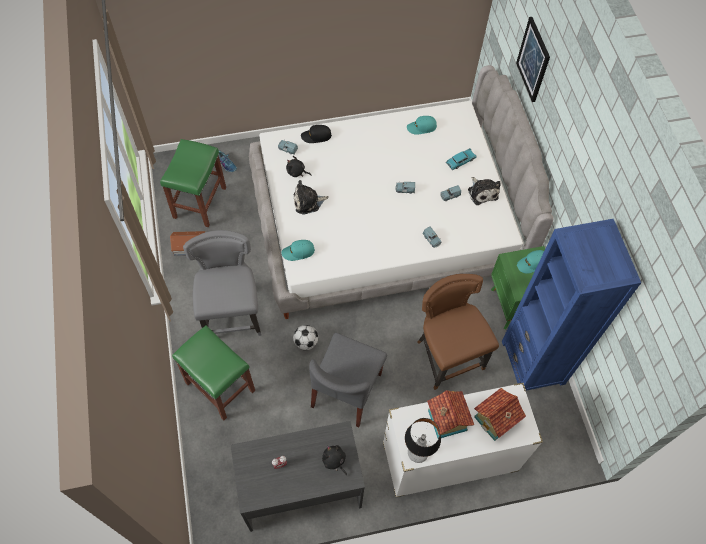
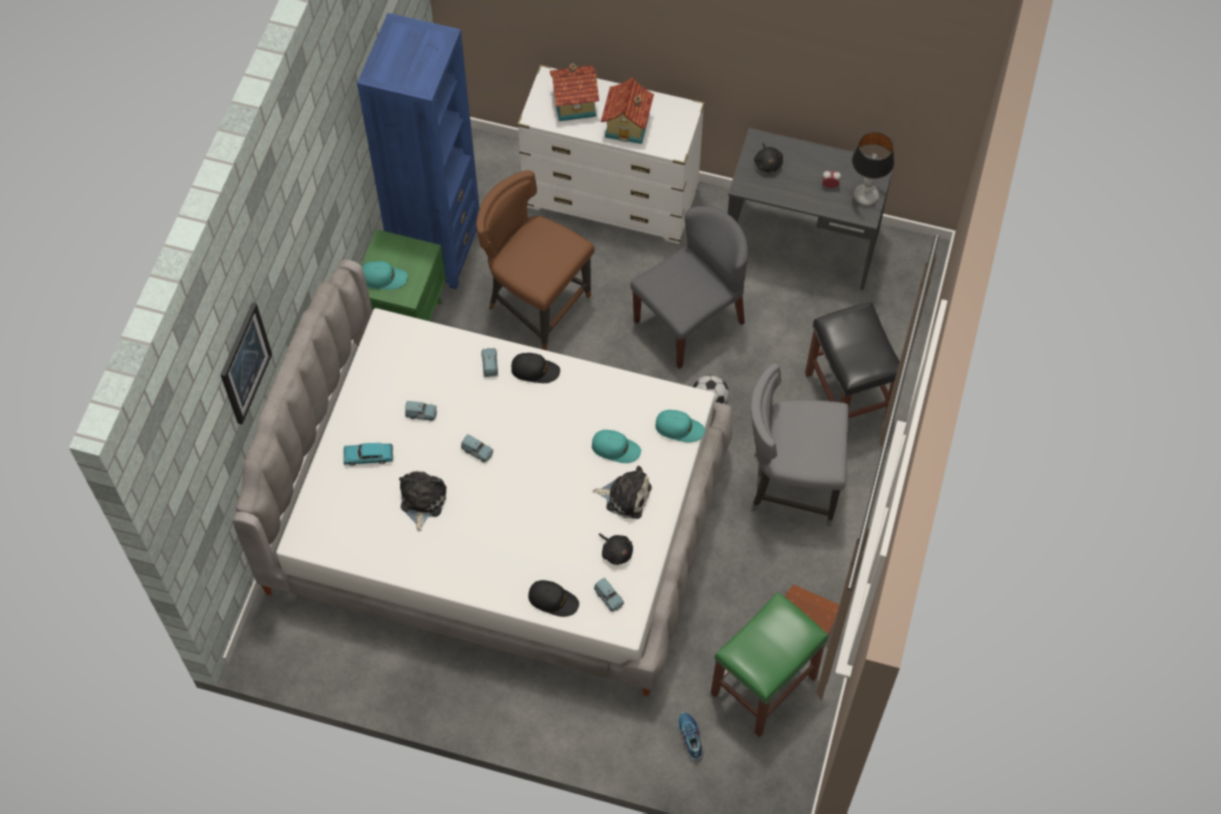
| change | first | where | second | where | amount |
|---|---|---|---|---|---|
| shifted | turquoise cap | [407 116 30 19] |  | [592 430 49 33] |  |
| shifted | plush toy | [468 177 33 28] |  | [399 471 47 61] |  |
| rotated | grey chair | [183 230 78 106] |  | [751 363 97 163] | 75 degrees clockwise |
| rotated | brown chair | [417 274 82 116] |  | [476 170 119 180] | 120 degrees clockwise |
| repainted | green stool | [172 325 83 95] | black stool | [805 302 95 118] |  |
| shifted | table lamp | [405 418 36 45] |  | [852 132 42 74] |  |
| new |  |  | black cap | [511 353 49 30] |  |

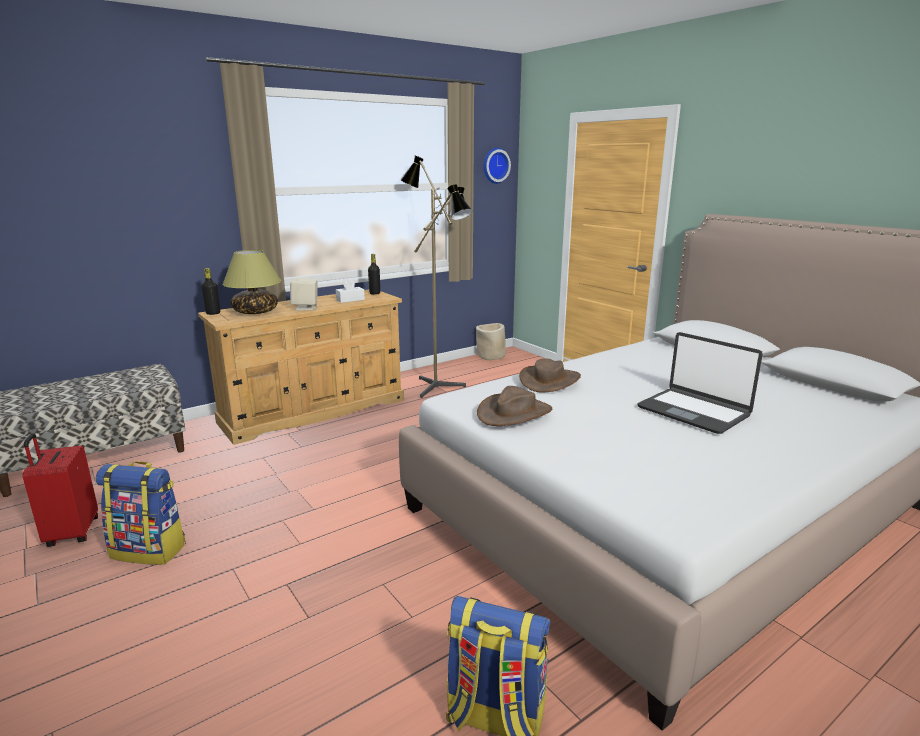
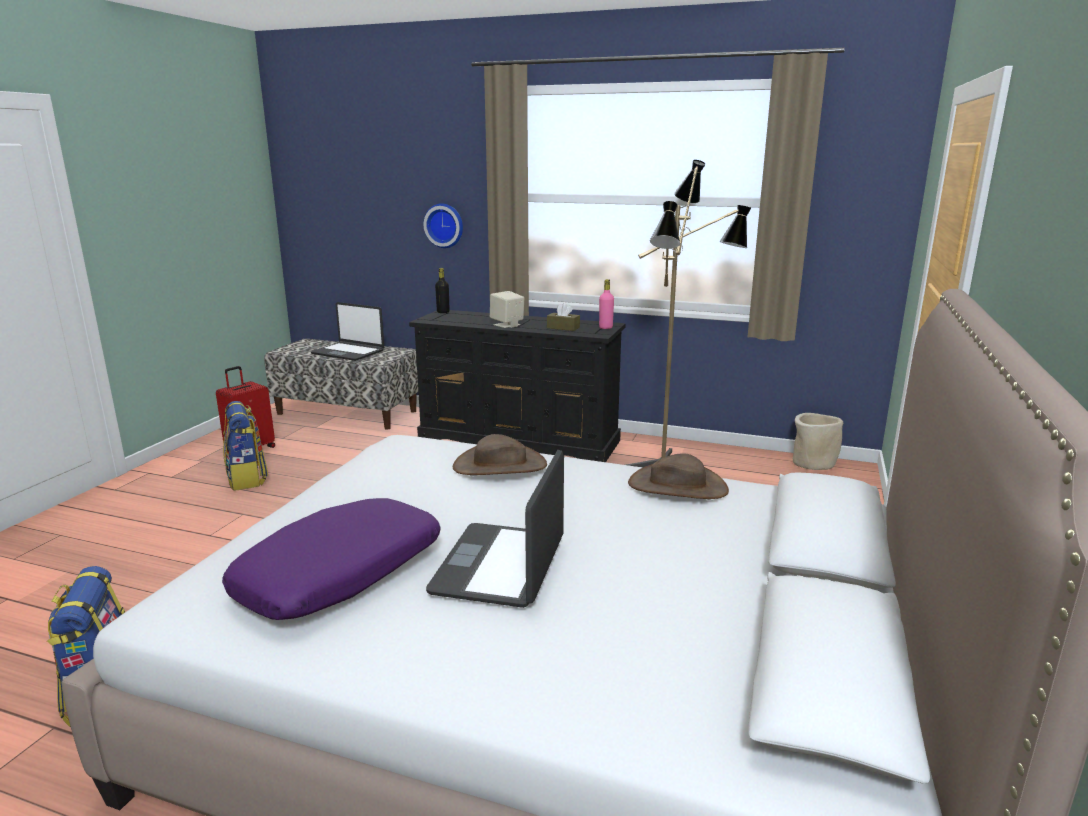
| change | first | where | second | where | amount |
|---|---|---|---|---|---|
| shifted | wall clock | [483 148 28 36] |  | [424 203 39 45] |  |
| gone | table lamp | [223 250 58 64] |  |  |  |
| repainted | black bottle | [368 254 12 41] | pink bottle | [599 279 15 50] |  |
| repainted | white tissue box | [336 278 29 25] | brown tissue box | [547 303 33 28] |  |
| repainted | beige dresser | [198 290 206 155] | black dresser | [409 310 217 152] |  |
| shifted | brown hat | [477 386 75 40] |  | [628 454 101 45] |  |
| new |  |  | laptop | [311 302 73 59] |  |
| new |  |  | purple pillow | [222 498 219 122] |  |

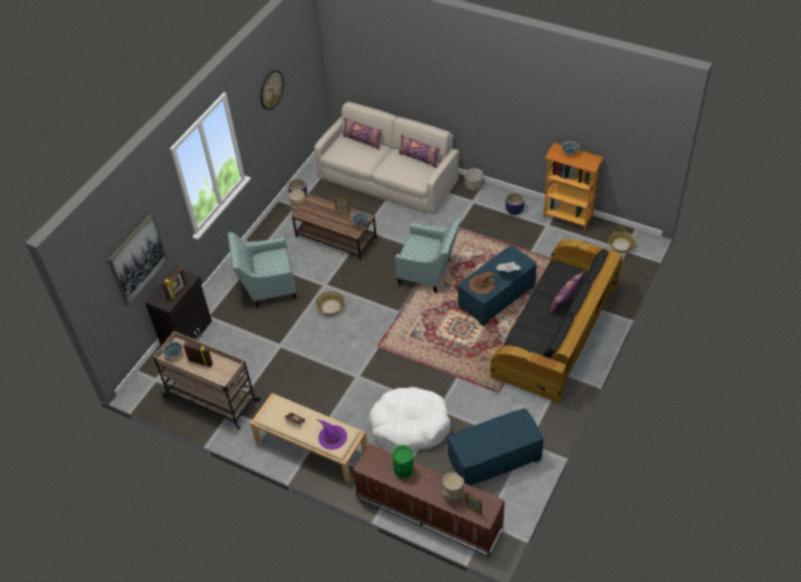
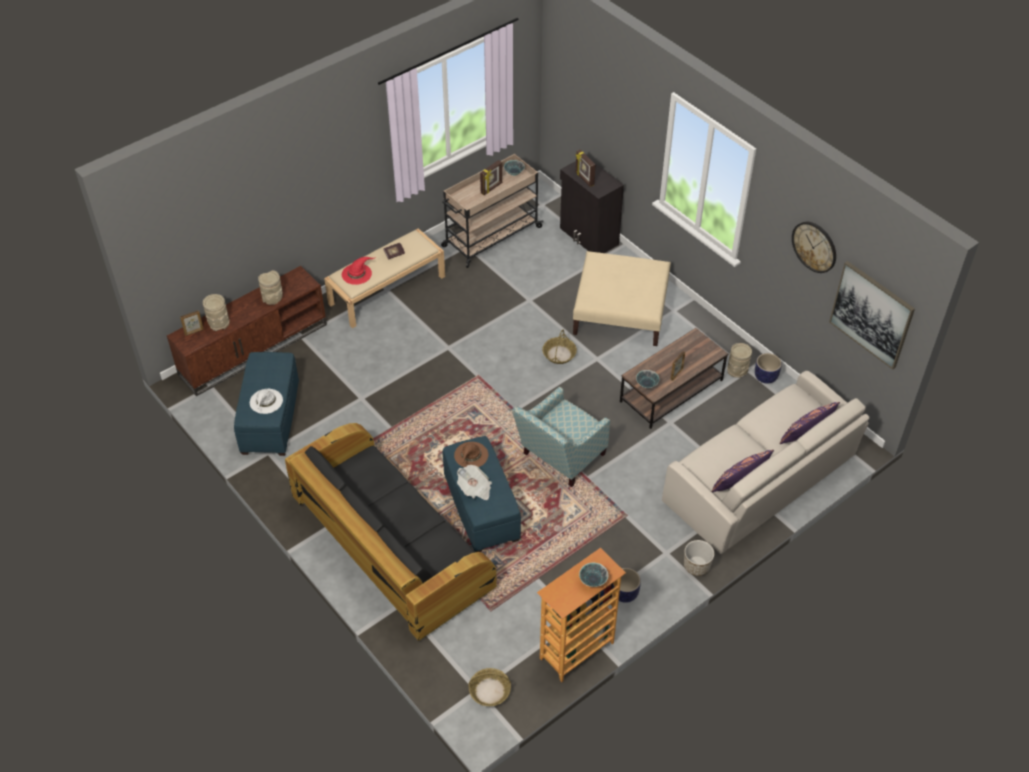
| change | first | where | second | where | amount |
|---|---|---|---|---|---|
| shifted | picture | [108 214 60 92] |  | [829 261 86 109] |  |
| swapped | armchair | [227 232 69 76] | beige ottoman | [573 251 98 95] |  |
| gone | purple pillow | [550 271 35 43] |  |  |  |
| gone | white dog bed | [368 387 83 64] |  |  |  |
| repainted | purple hat | [317 419 30 31] | red hat | [342 257 34 28] |  |
| repainted | green vase | [392 445 22 33] | beige vase | [258 270 25 35] |  |
| new |  |  | white hat | [250 389 33 25] |  |

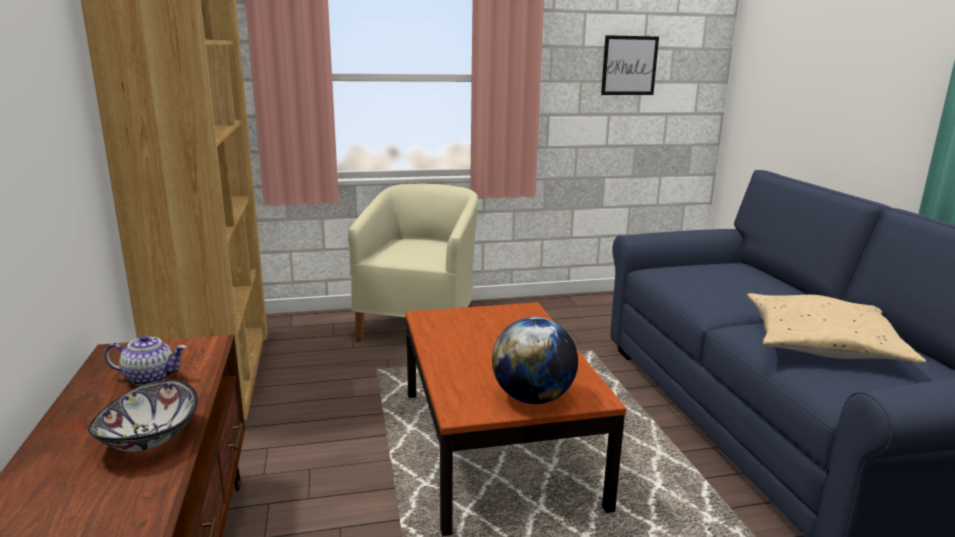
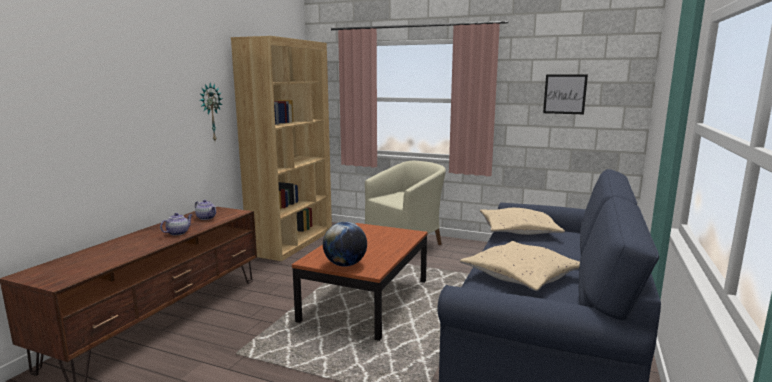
| change | first | where | second | where | amount |
|---|---|---|---|---|---|
| swapped | bowl | [88 380 110 72] | teapot | [160 213 33 23] |  |
| new |  |  | wall clock | [199 83 23 58] |  |
| new |  |  | beige pillow | [480 208 85 27] |  |

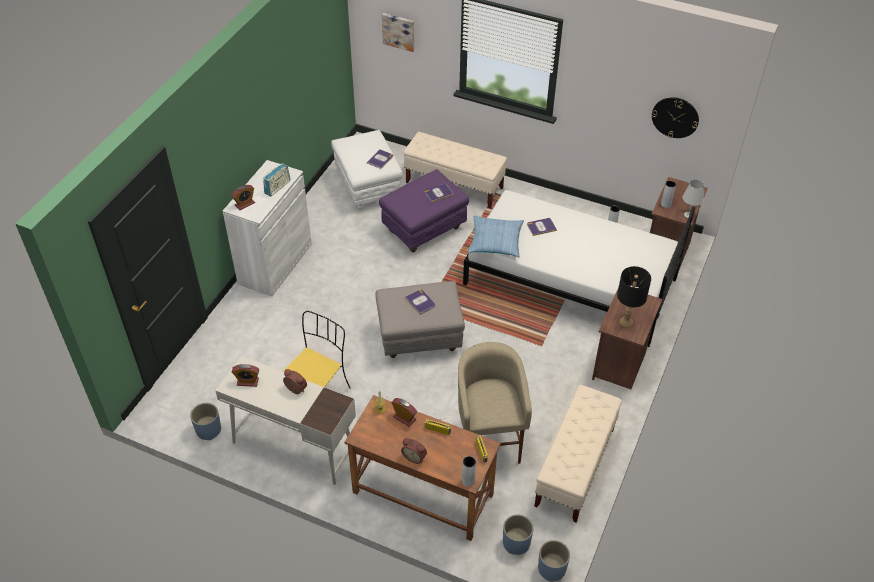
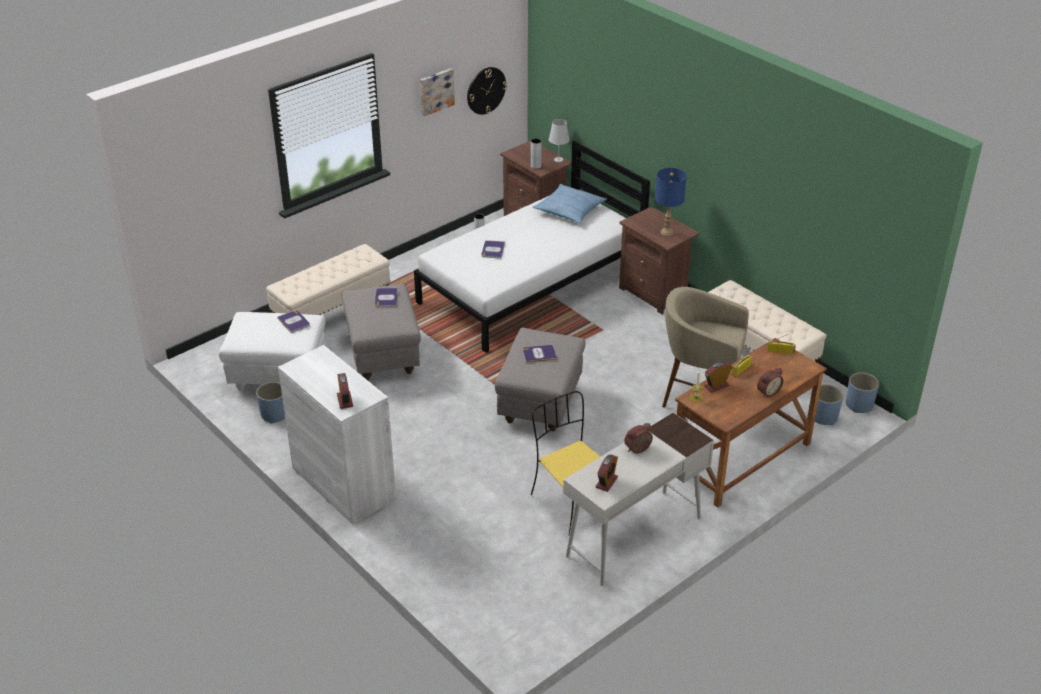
| change | first | where | second | where | amount |
|---|---|---|---|---|---|
| shifted | picture | [382 13 32 39] |  | [420 68 35 48] |  |
| gone | radio | [263 163 27 34] |  |  |  |
| repainted | purple ottoman | [379 169 90 83] | grey ottoman | [342 284 79 96] |  |
| shifted | pillow | [468 215 56 43] |  | [532 184 75 40] |  |
| repainted | black table lamp | [617 266 34 61] | blue table lamp | [655 168 32 68] |  |
| shifted | blue planter | [190 403 31 37] |  | [256 382 29 41] |  |
| gone | grey vase | [462 456 14 31] |  |  |  |

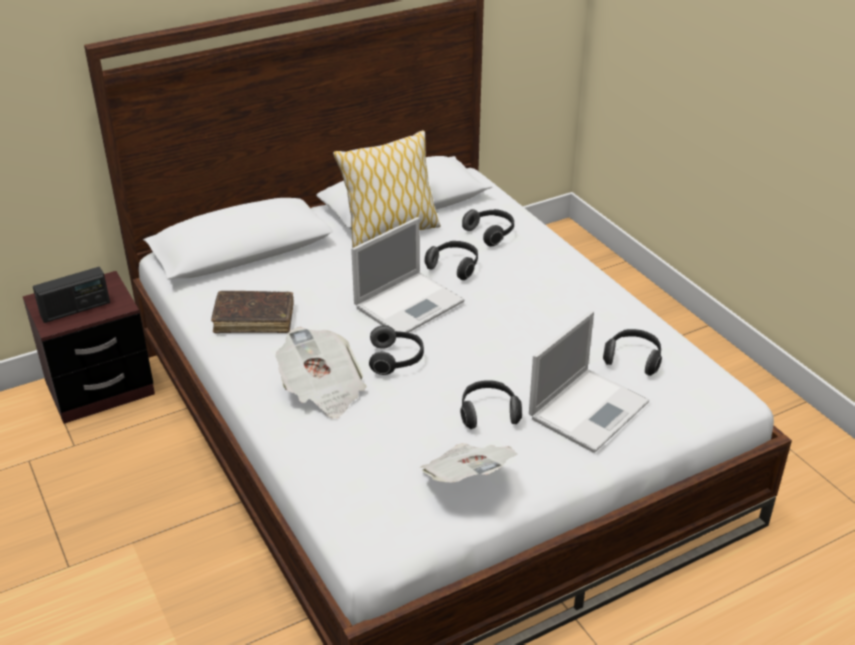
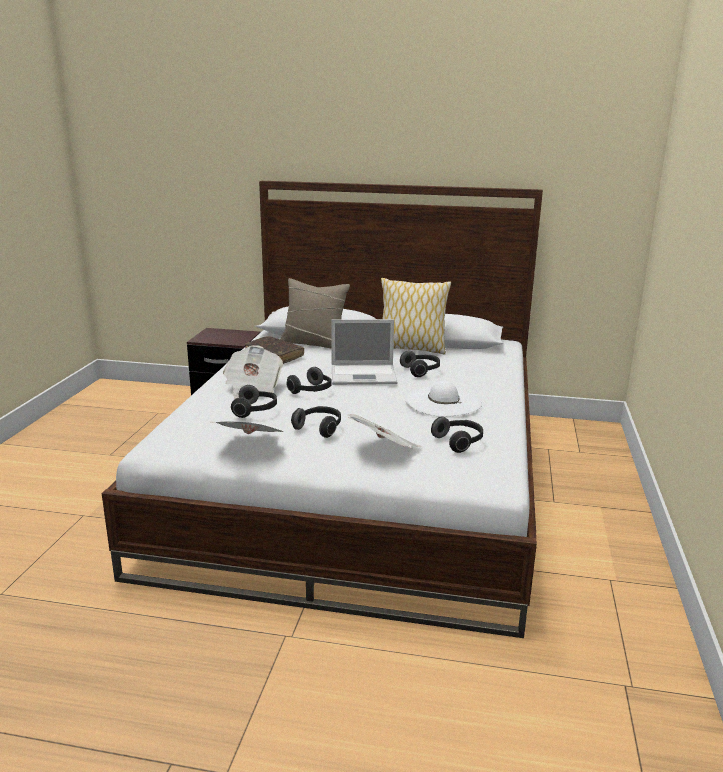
| change | first | where | second | where | amount |
|---|---|---|---|---|---|
| shifted | headphones | [462 209 52 37] |  | [231 385 46 33] |  |
| gone | radio | [33 267 77 56] |  |  |  |
| swapped | laptop | [529 311 120 142] | newspaper | [348 414 74 34] |  |
| new |  |  | beige pillow | [280 278 70 71] |  |
| new |  |  | white hat | [405 380 77 37] |  |

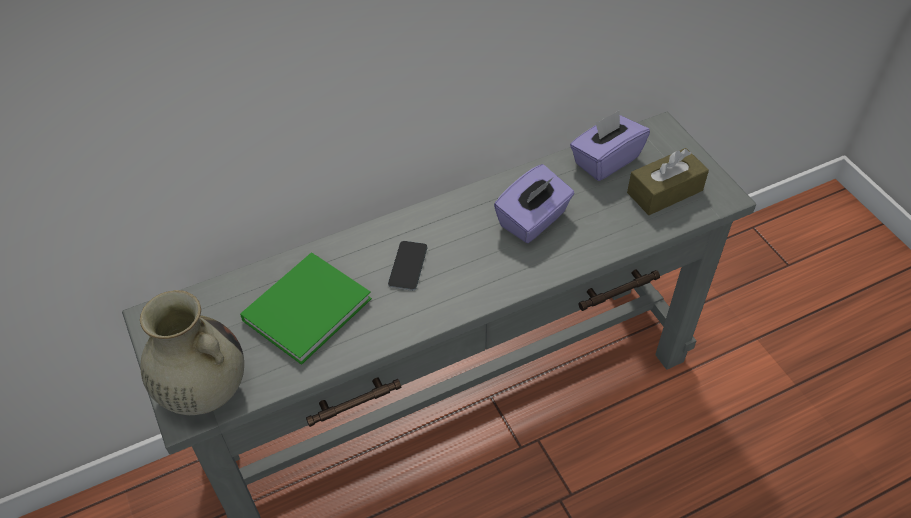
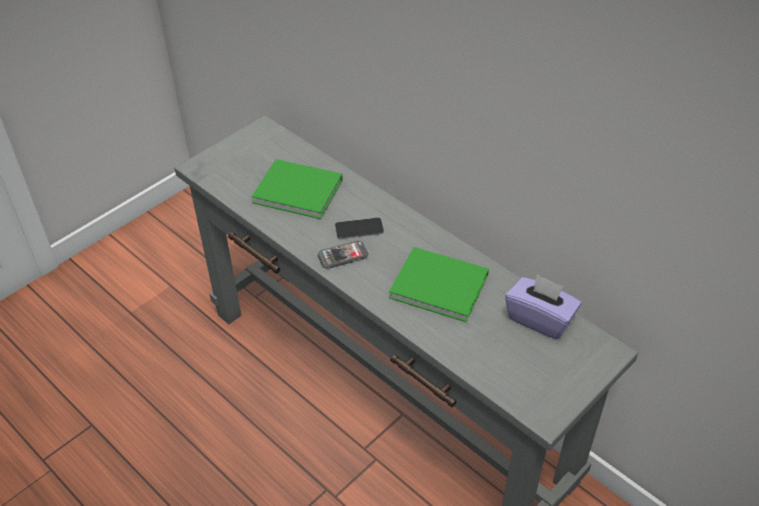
| change | first | where | second | where | amount |
|---|---|---|---|---|---|
| gone | brown tissue box | [627 148 82 67] |  |  |  |
| swapped | purple tissue box | [494 164 80 79] | green book | [389 247 100 75] |  |
| gone | beige vase | [140 290 104 125] |  |  |  |
| new |  |  | phone | [318 241 50 28] |  |

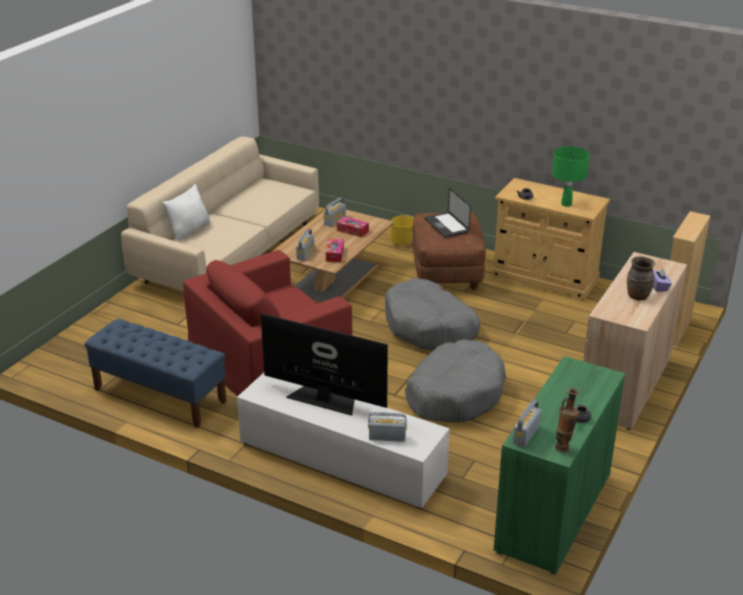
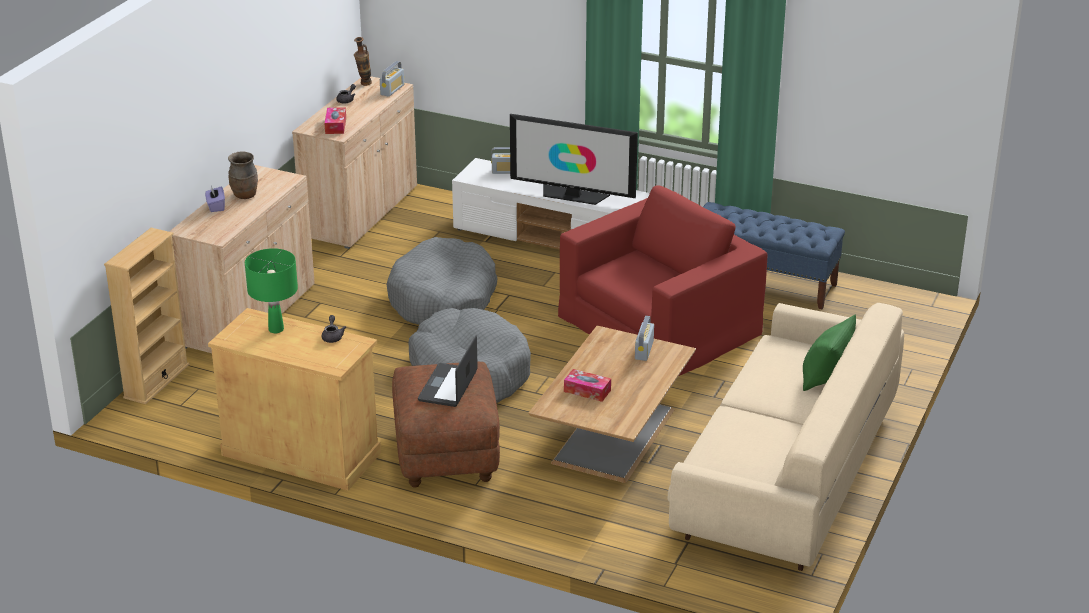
| change | first | where | second | where | amount |
|---|---|---|---|---|---|
| repainted | white pillow | [162 184 49 57] | green pillow | [803 314 53 77] |  |
| rotated | laptop | [424 188 47 50] |  | [418 335 60 72] | 135 degrees counterclockwise |
| gone | radio | [324 198 22 28] |  |  |  |
| gone | yellow planter | [391 215 23 30] |  |  |  |
| shifted | tissue box | [326 239 18 23] |  | [325 107 21 27] |  |
| repainted | green cabinet | [494 356 131 219] | beige cabinet | [292 76 125 173] |  |

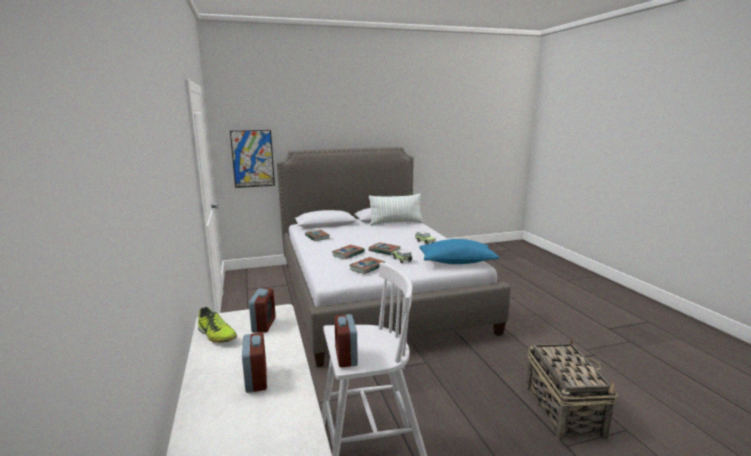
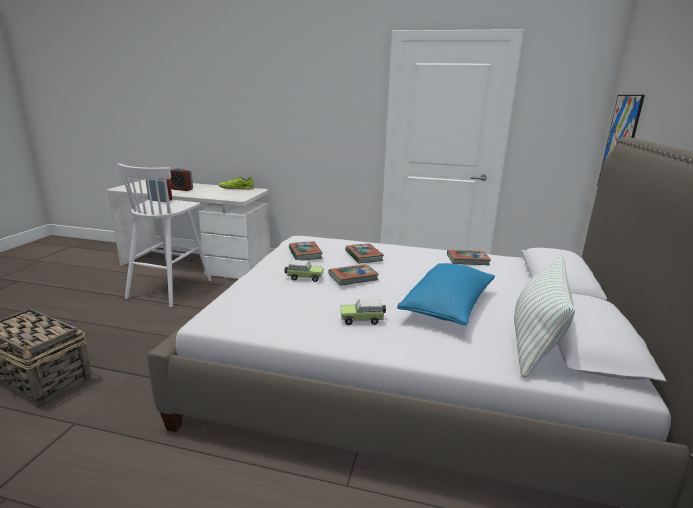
| change | first | where | second | where | amount |
|---|---|---|---|---|---|
| shifted | blue pillow | [419 239 80 25] |  | [397 263 98 62] |  |
| gone | alarm clock | [249 289 27 43] |  |  |  |

